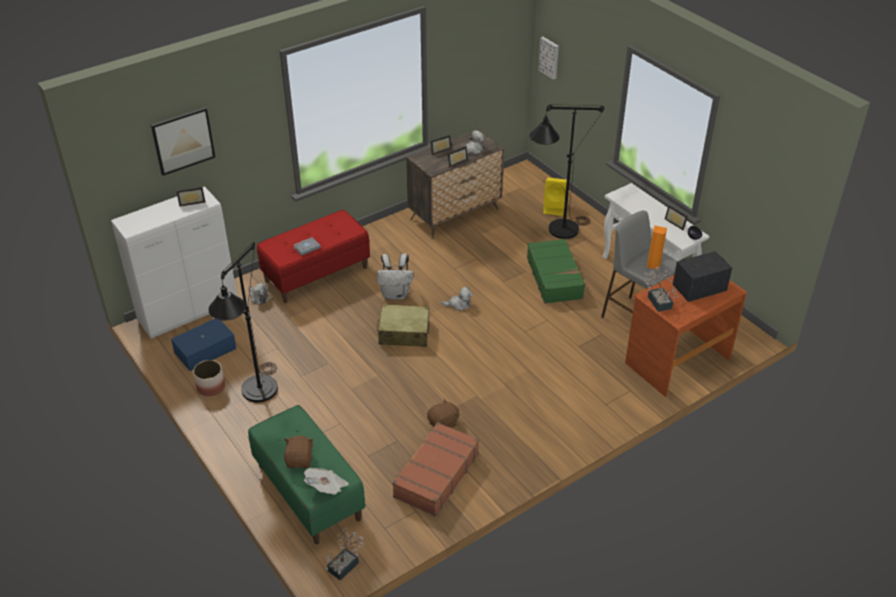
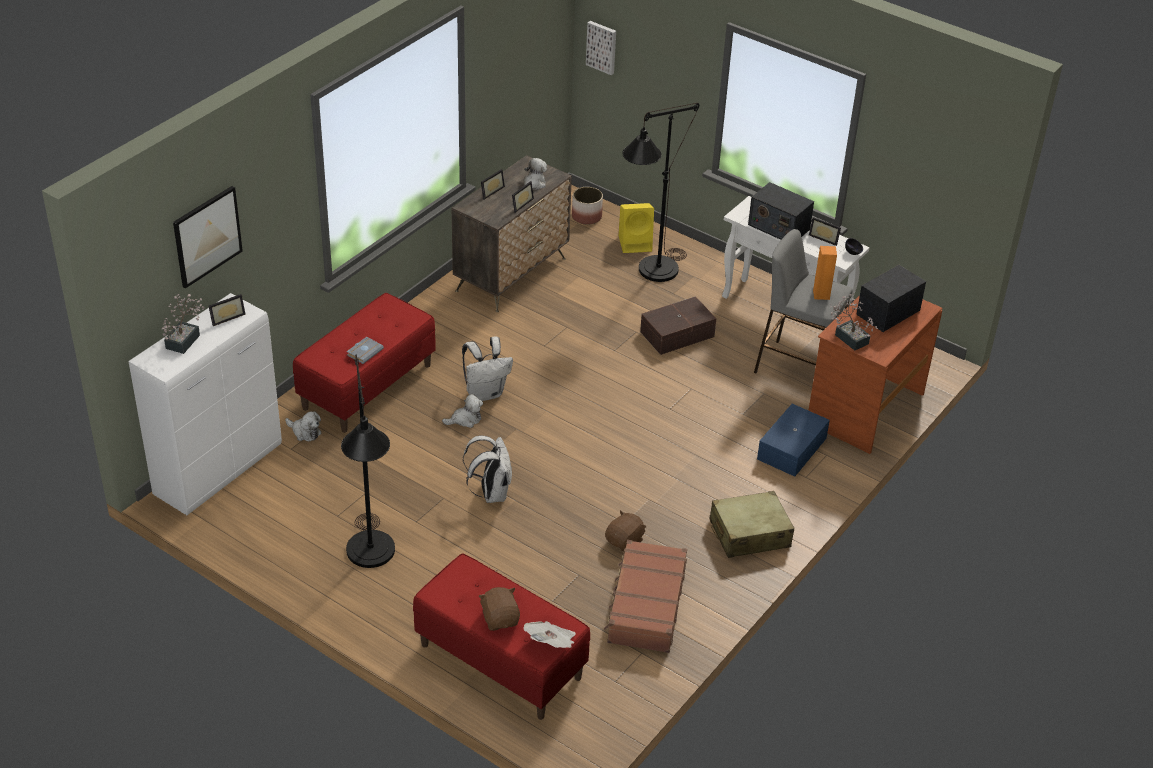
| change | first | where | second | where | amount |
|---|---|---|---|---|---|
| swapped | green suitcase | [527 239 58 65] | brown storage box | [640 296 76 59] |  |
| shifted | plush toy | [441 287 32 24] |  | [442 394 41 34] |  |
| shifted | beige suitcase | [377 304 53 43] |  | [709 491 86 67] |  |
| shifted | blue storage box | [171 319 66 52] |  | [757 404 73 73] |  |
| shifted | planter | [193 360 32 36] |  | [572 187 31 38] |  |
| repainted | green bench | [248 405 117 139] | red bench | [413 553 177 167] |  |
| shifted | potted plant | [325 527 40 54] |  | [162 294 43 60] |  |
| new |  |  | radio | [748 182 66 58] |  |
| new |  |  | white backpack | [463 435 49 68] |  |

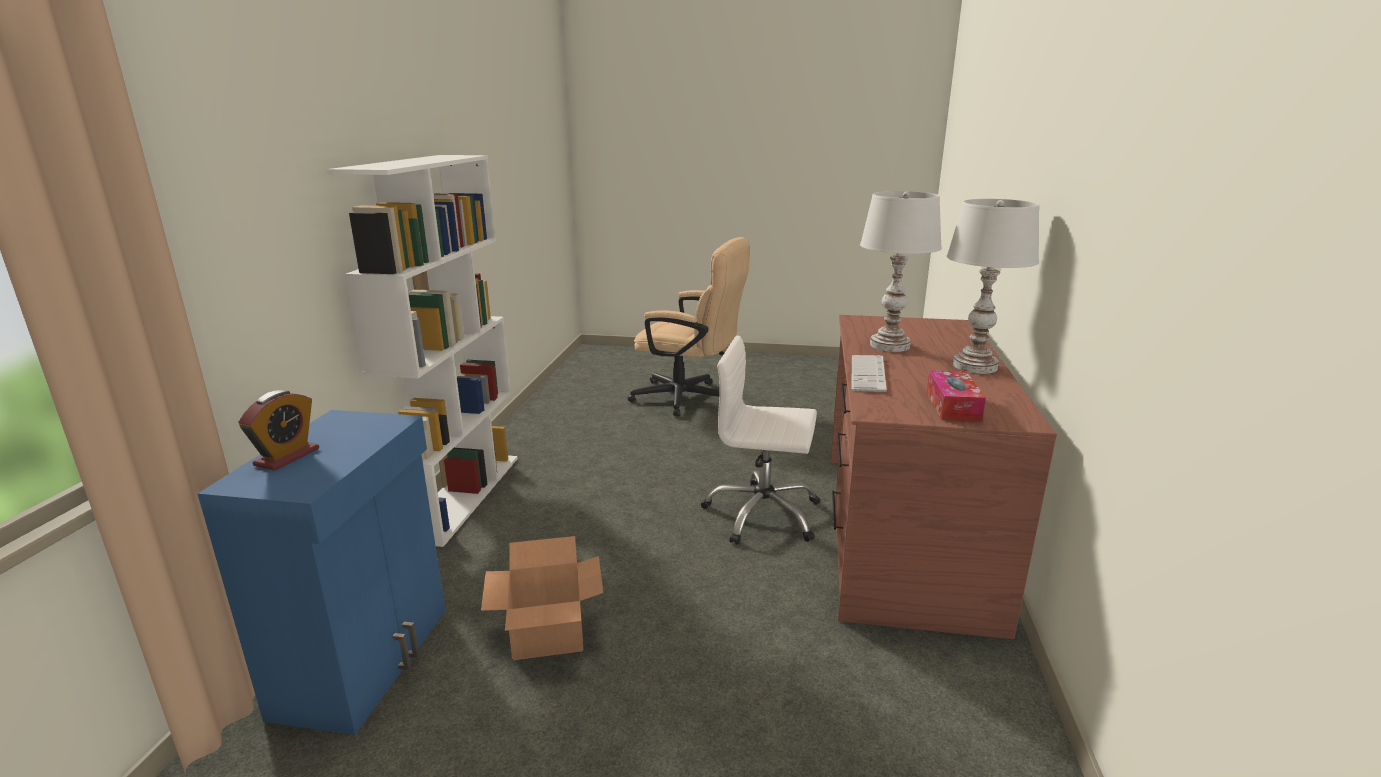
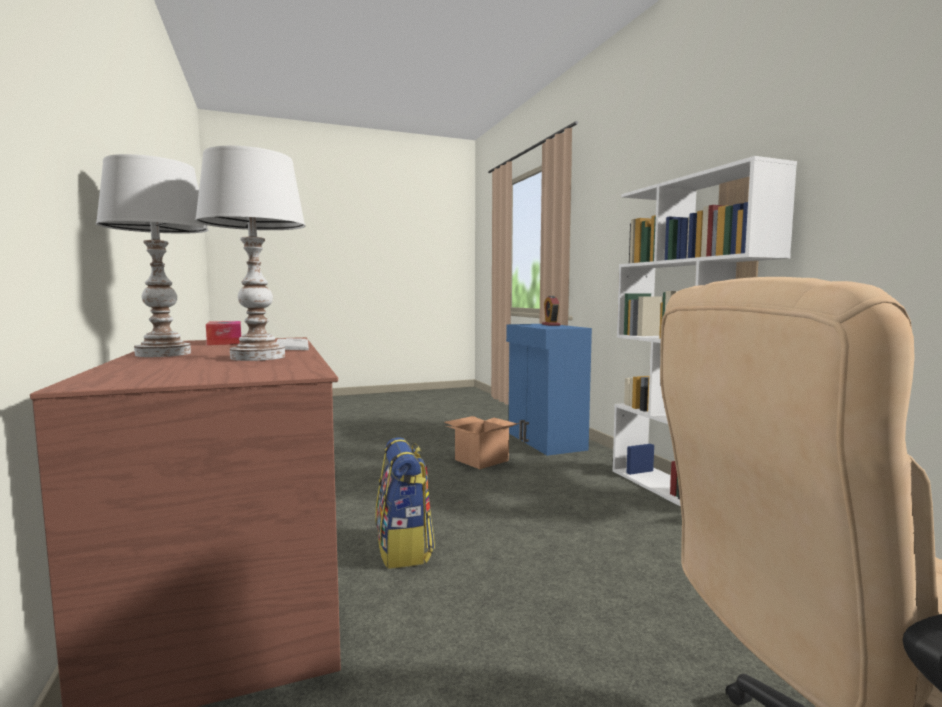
| change | first | where | second | where | amount |
|---|---|---|---|---|---|
| swapped | white office chair | [701 336 119 209] | backpack | [375 437 60 132] |  |

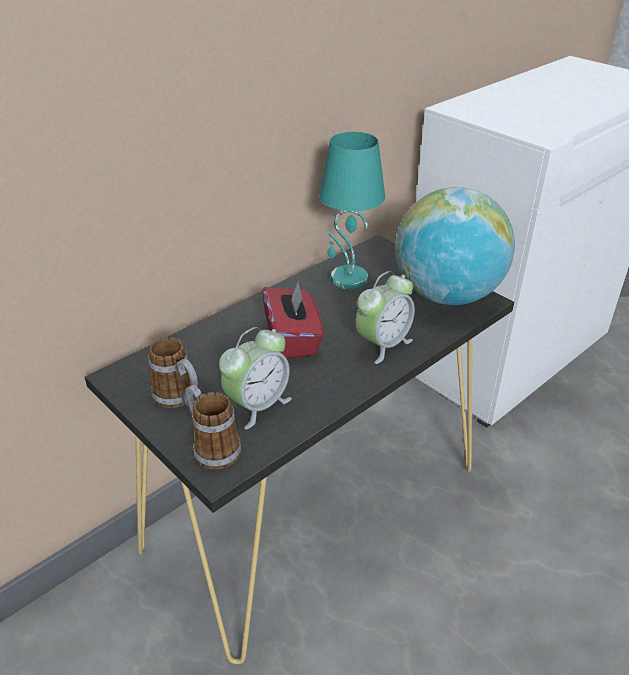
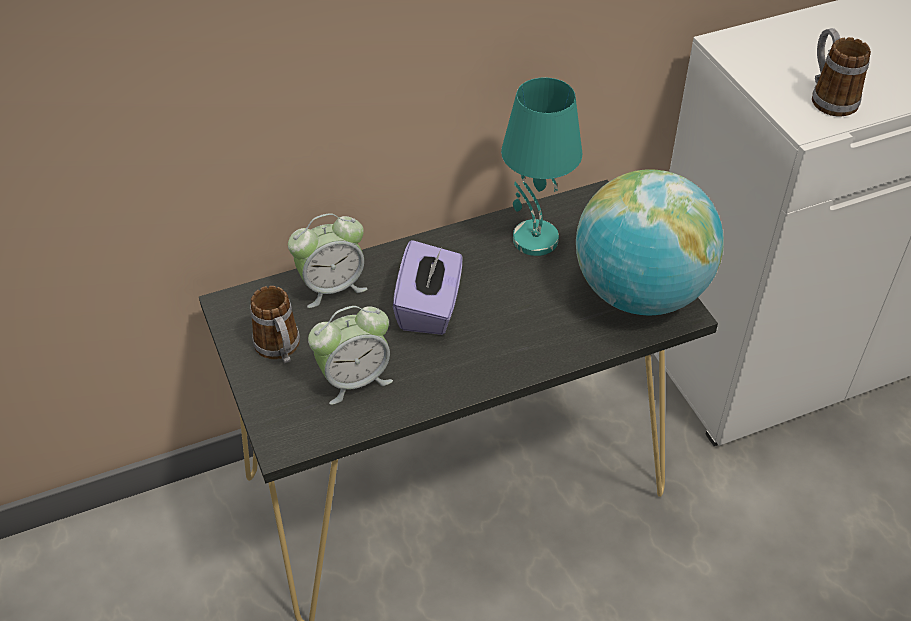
| change | first | where | second | where | amount |
|---|---|---|---|---|---|
| shifted | alarm clock | [356 271 59 93] |  | [288 213 80 95] |  |
| repainted | red tissue box | [262 279 62 80] | purple tissue box | [393 240 69 95] |  |
| shifted | mug | [185 385 56 84] |  | [812 28 59 88] |  |

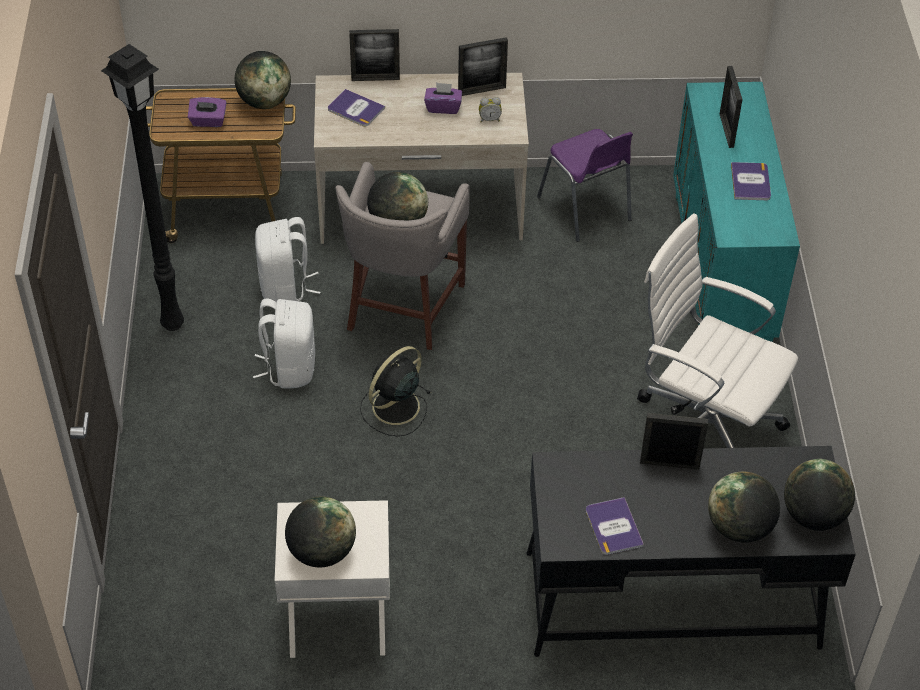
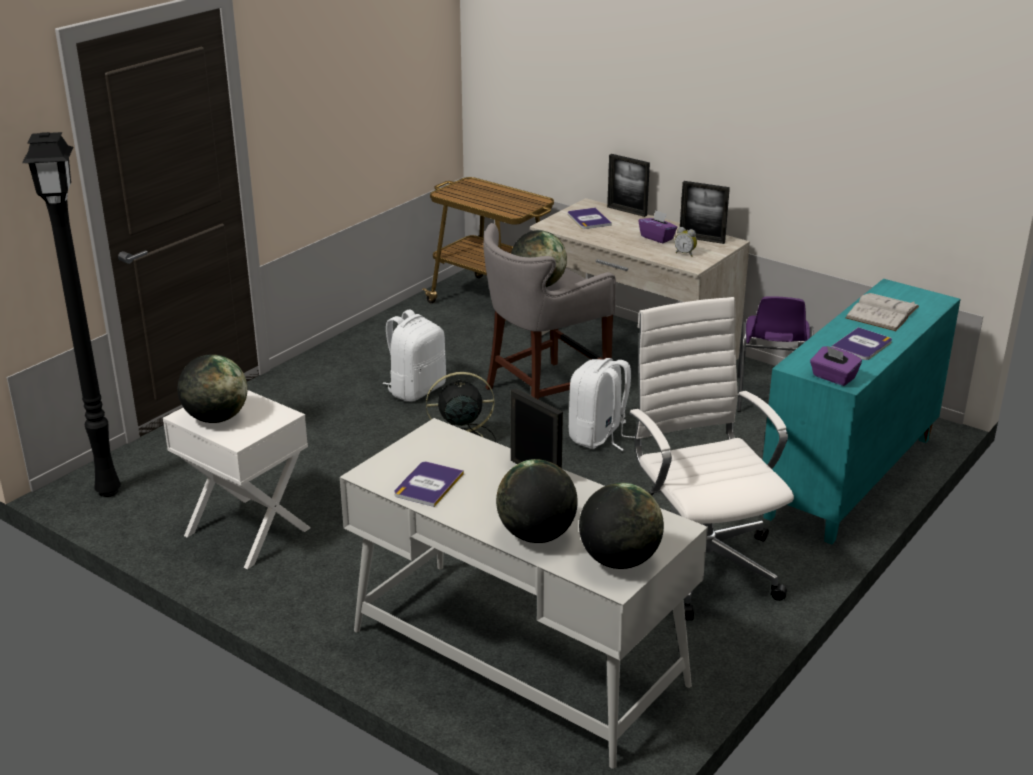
| change | first | where | second | where | amount |
|---|---|---|---|---|---|
| shifted | black floor lamp | [101 44 83 287] |  | [22 132 99 365] |  |
| gone | globe | [235 51 56 58] |  |  |  |
| swapped | picture frame | [720 66 23 82] | white book | [845 293 74 38] |  |
| shifted | purple tissue box | [188 97 39 30] |  | [810 346 52 40] |  |
| shifted | white backpack | [255 217 65 85] |  | [569 358 66 93] |  |
| repainted | black desk | [527 446 329 211] | white desk | [340 418 368 351] |  |

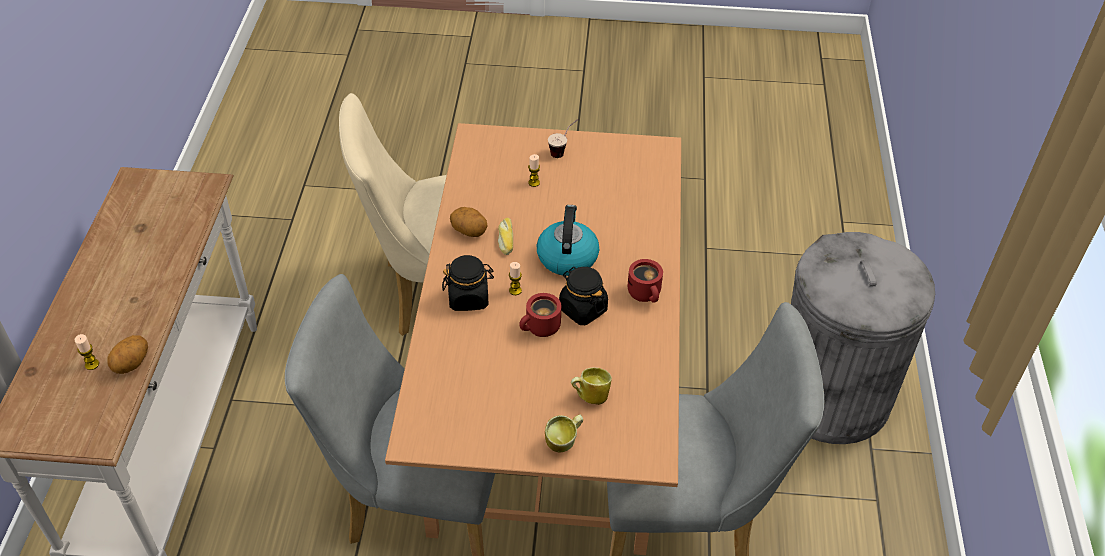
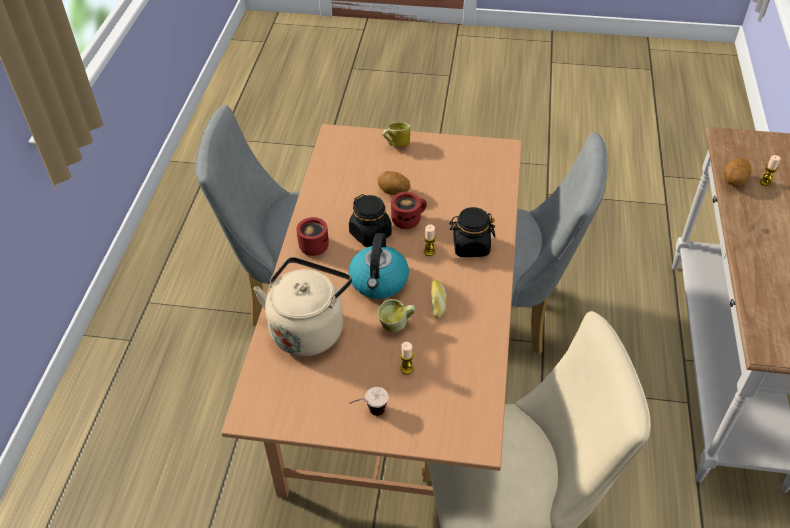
| change | first | where | second | where | amount |
|---|---|---|---|---|---|
| shifted | potato | [450 207 37 30] |  | [378 171 33 24] |  |
| gone | grey trash can | [791 232 144 212] |  |  |  |
| shifted | mug | [571 367 41 38] |  | [378 299 37 33] |  |
| new |  |  | beige kettle | [254 257 98 99] |  |

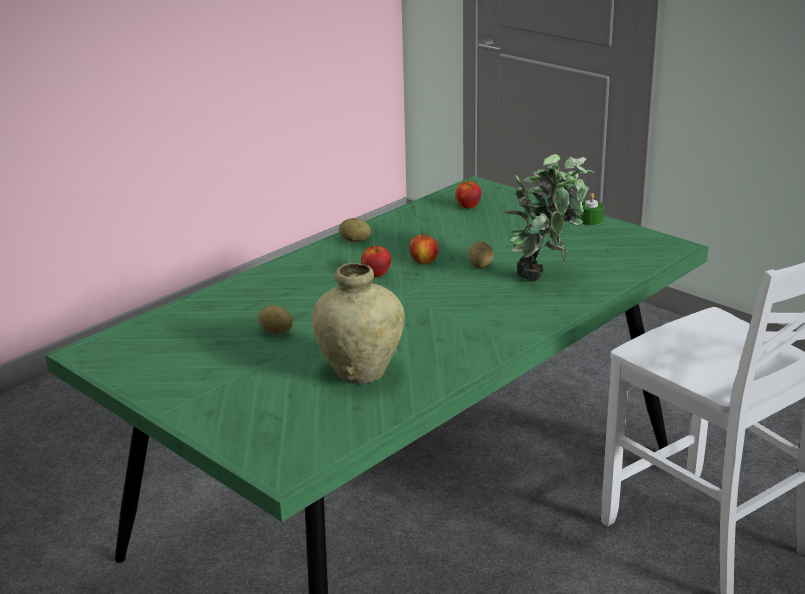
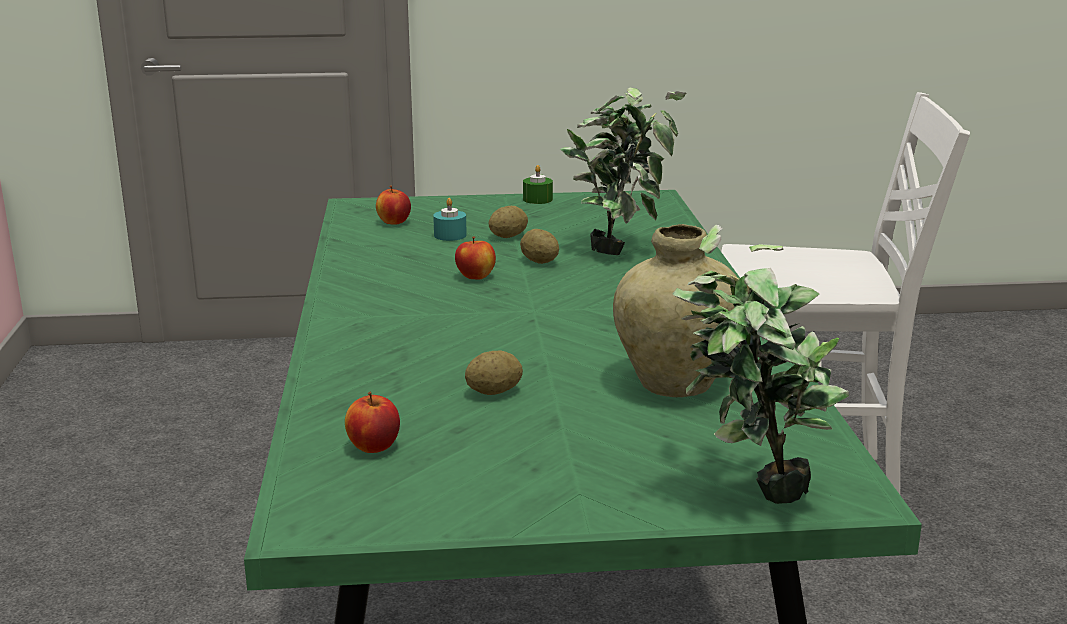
| change | first | where | second | where | amount |
|---|---|---|---|---|---|
| shifted | potato | [339 218 32 24] |  | [488 206 40 32] |  |
| shifted | apple | [361 244 30 33] |  | [345 391 55 62] |  |
| new |  |  | turquoise candle | [433 198 34 43] |  |
| new |  |  | potted plant | [672 225 177 279] |  |

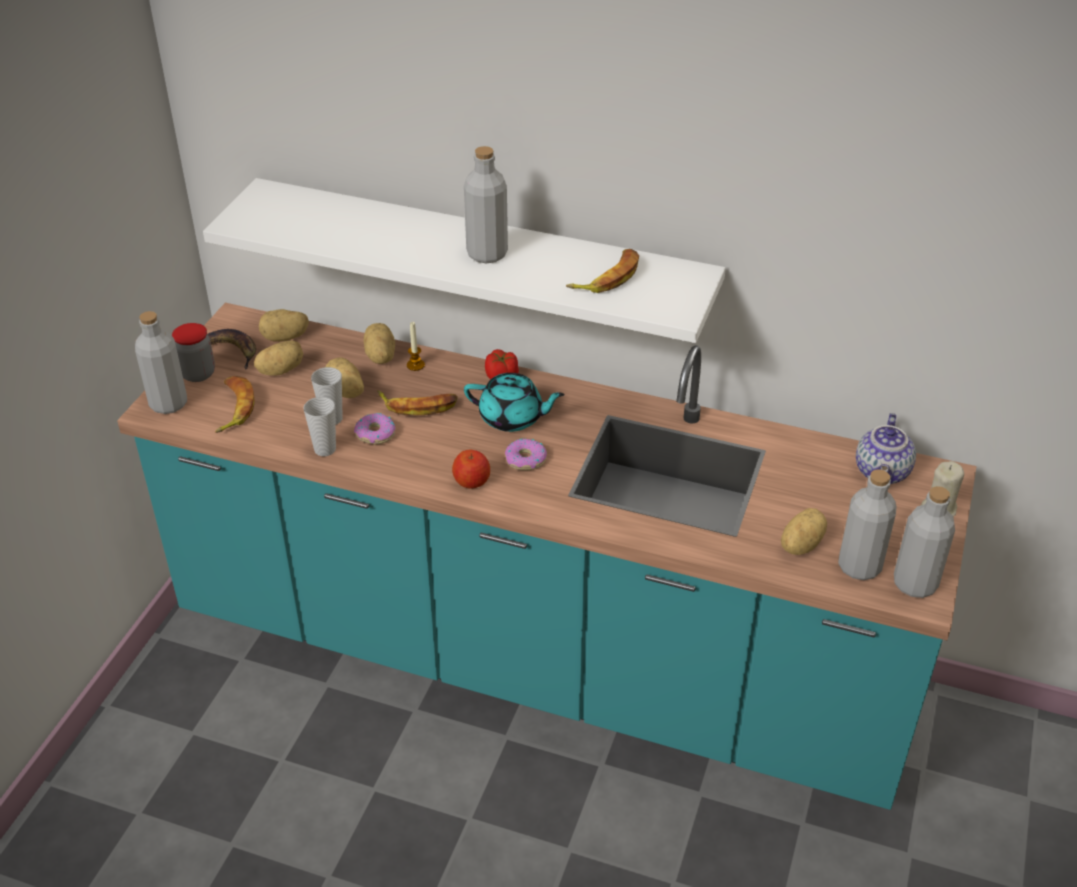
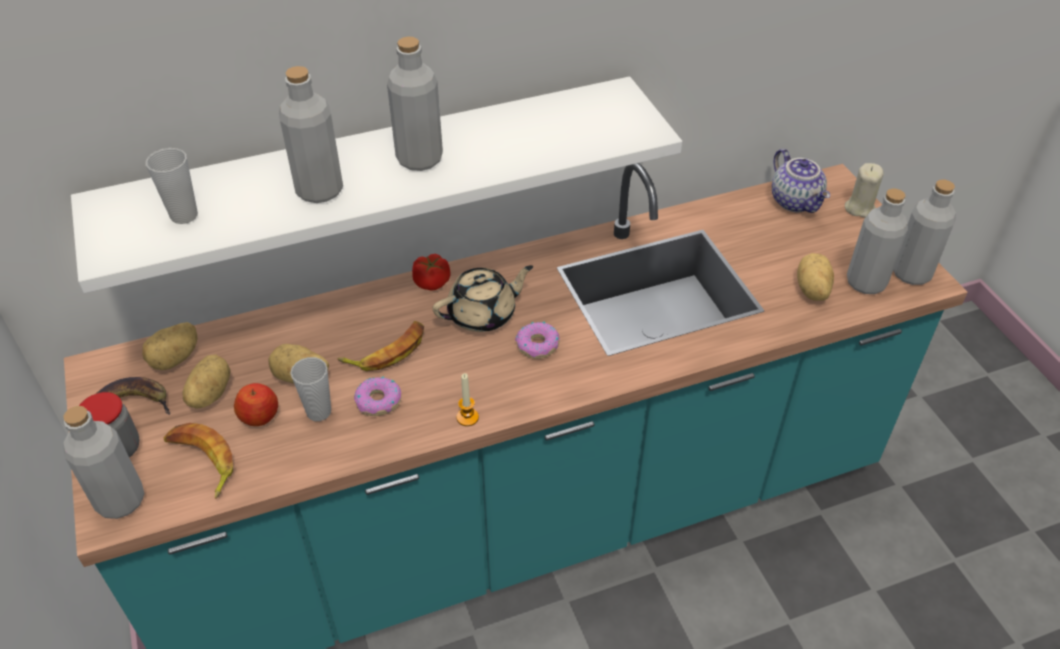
| change | first | where | second | where | amount |
|---|---|---|---|---|---|
| gone | banana | [566 249 73 44] |  |  |  |
| shifted | candle | [407 322 18 49] |  | [456 373 23 53] |  |
| gone | potato | [364 323 31 41] |  |  |  |
| repainted | turquoise teapot | [464 373 101 59] | beige teapot | [433 265 100 67] |  |
| shifted | cup | [303 397 33 59] |  | [146 148 52 76] |  |
| shifted | apple | [452 450 38 39] |  | [234 383 44 43] |  |
| new |  |  | grey bottle | [279 66 64 137] |  |

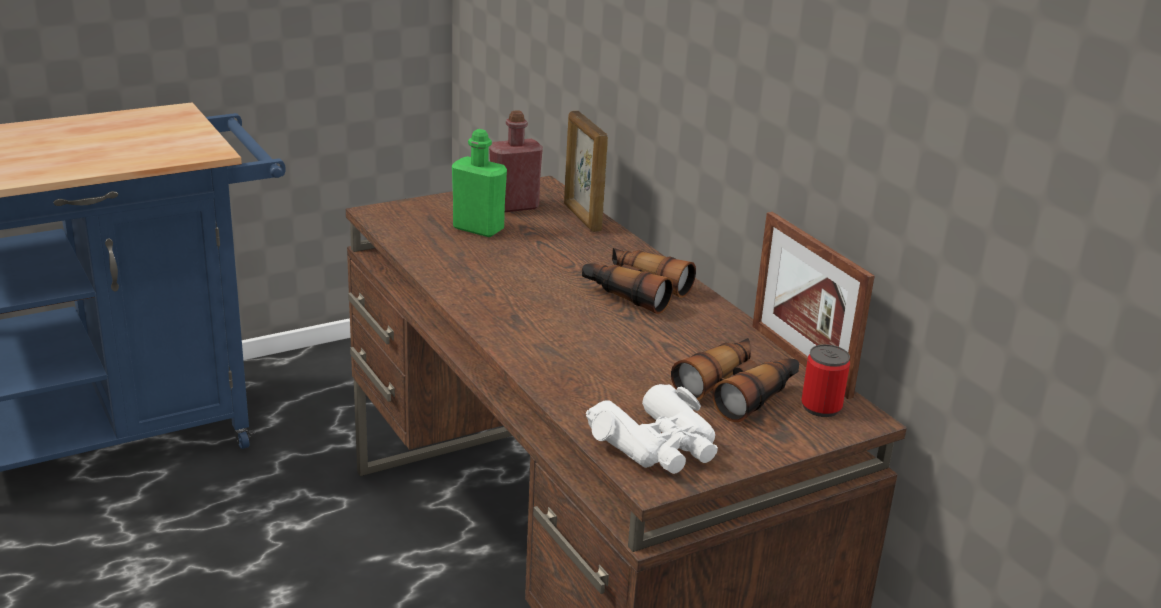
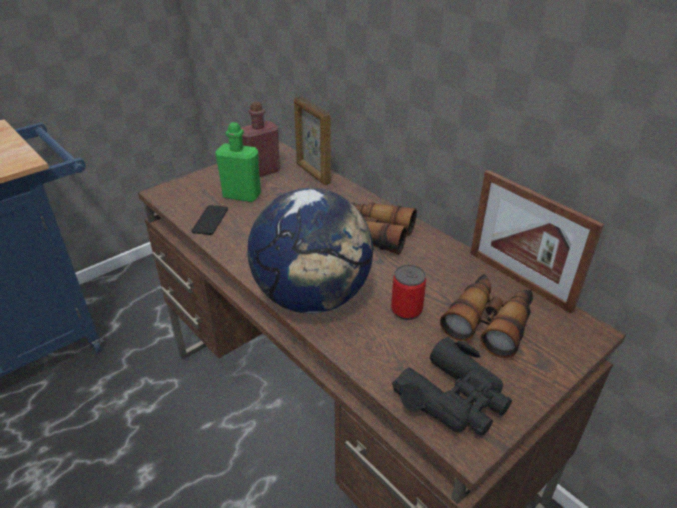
| change | first | where | second | where | amount |
|---|---|---|---|---|---|
| shifted | can | [801 344 49 73] |  | [391 265 35 55] |  |
| repainted | white binoculars | [586 384 132 90] | black binoculars | [392 337 120 99] |  |
| new |  |  | globe | [248 188 125 126] |  |
| new |  |  | phone | [191 205 37 30] |  |

